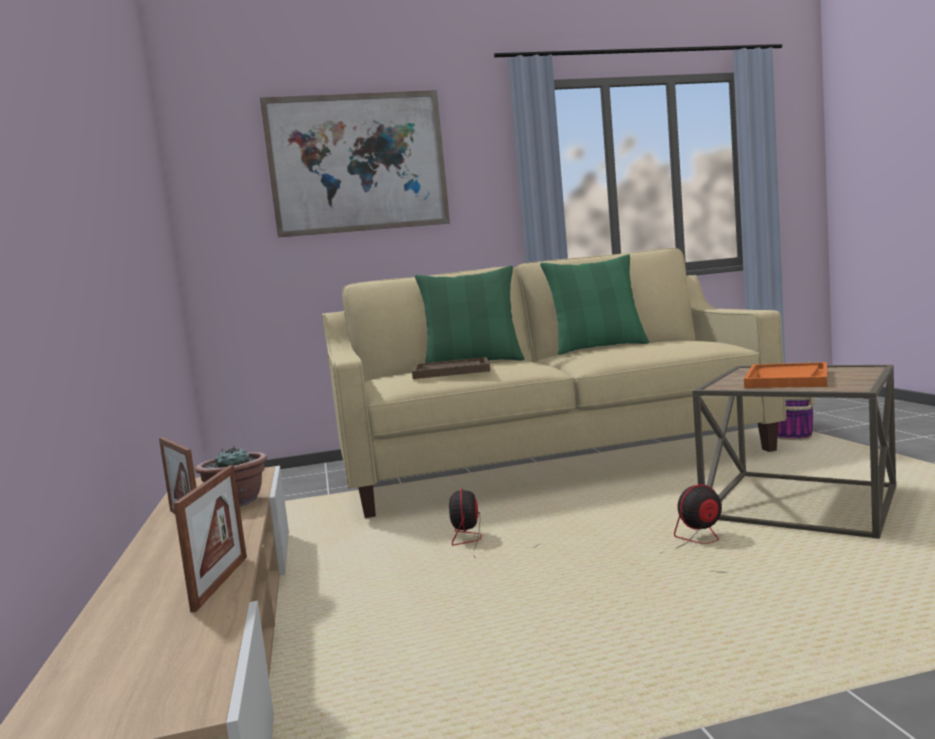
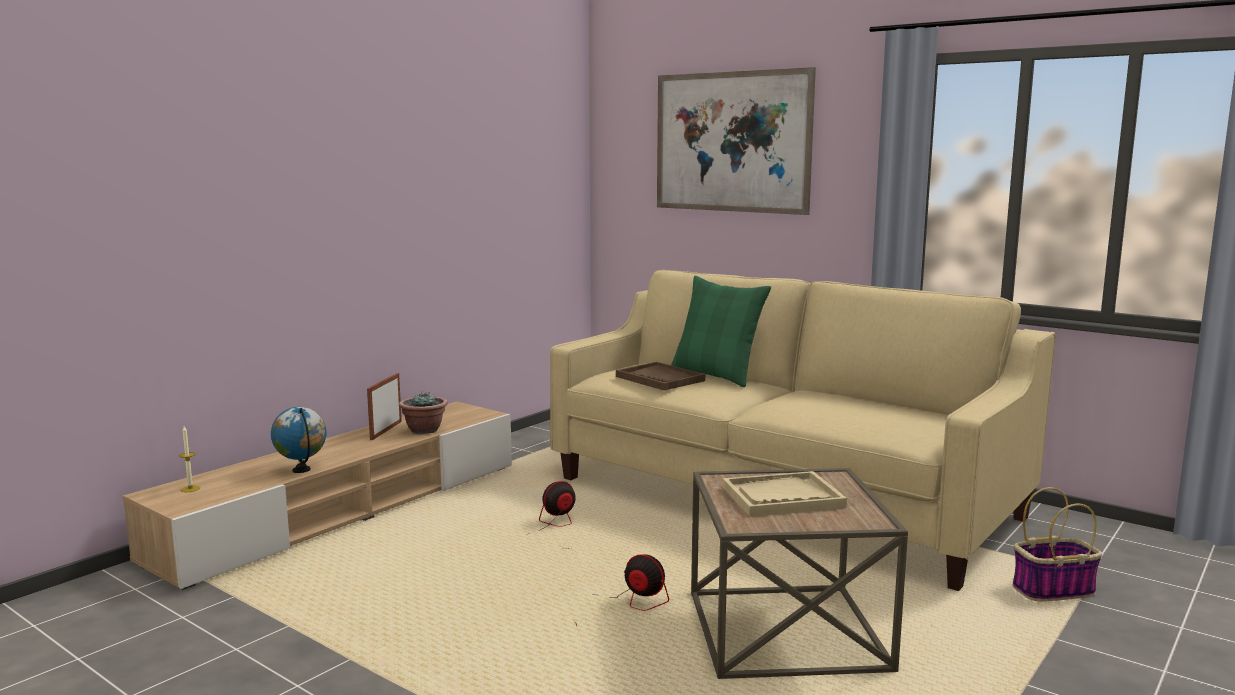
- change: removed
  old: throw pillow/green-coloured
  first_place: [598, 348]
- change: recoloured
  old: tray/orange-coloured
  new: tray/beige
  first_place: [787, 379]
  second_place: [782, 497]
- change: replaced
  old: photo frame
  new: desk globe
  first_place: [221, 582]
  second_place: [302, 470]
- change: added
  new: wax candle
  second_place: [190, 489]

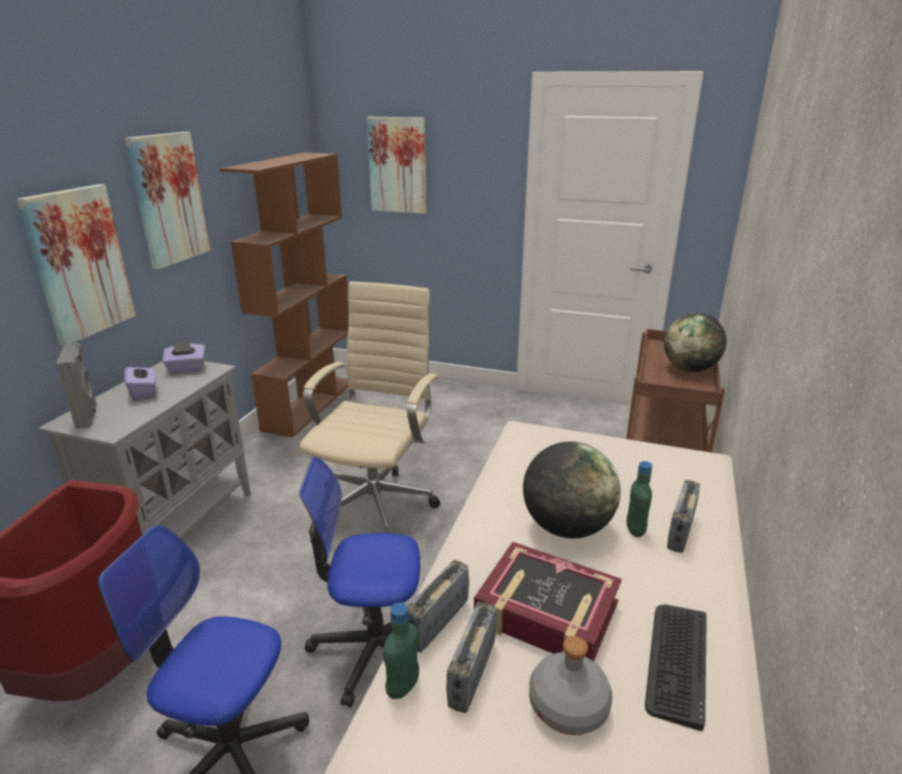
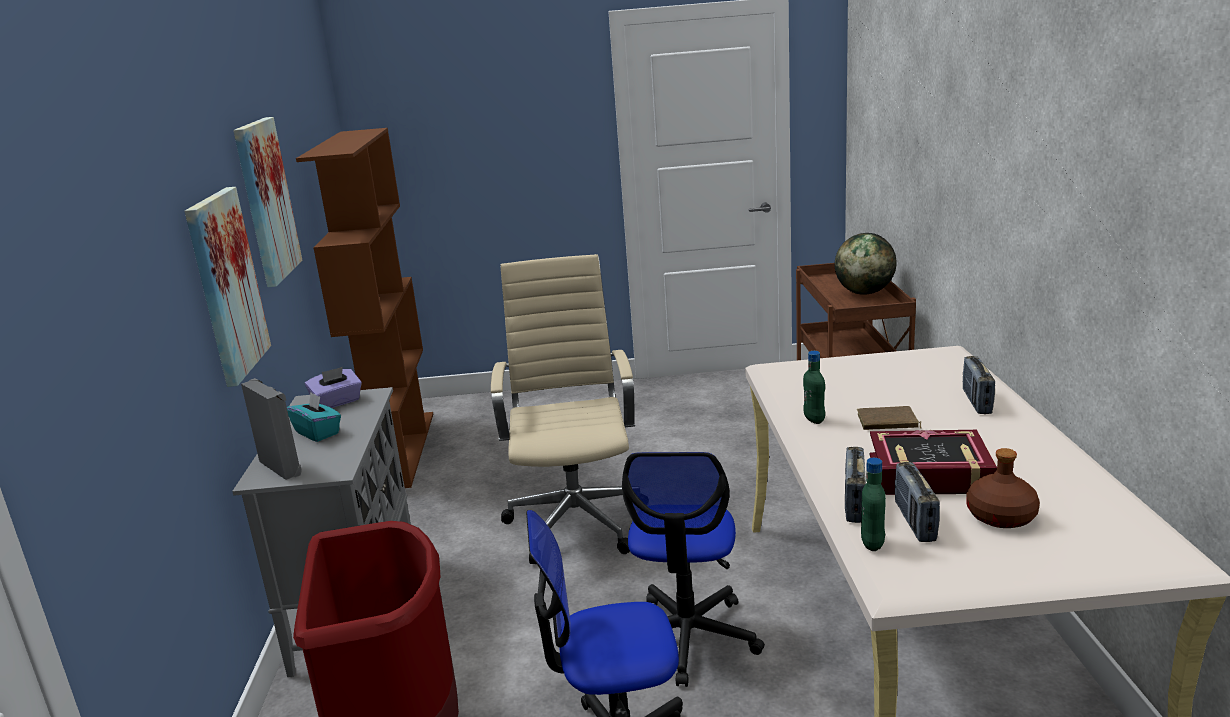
- change: removed
  old: wall art
  first_place: [398, 165]
- change: recoloured
  old: tissue holder/purplish
  new: tissue holder/blue-green
  first_place: [144, 392]
  second_place: [318, 432]
- change: replaced
  old: desk globe
  new: bound book/brown-coloured
  first_place: [566, 528]
  second_place: [887, 422]
- change: turned
  old: desk chair
  first_place: [373, 648]
  second_place: [687, 637]
  degrees: -60
- change: moved
  old: drink bottle/green-coloured
  first_place: [635, 530]
  second_place: [814, 419]
- change: removed
  old: keyboard
  first_place: [677, 662]
- change: recoloured
  old: drink bottle/grey
  new: drink bottle/brown-coloured
  first_place: [567, 707]
  second_place: [1001, 517]

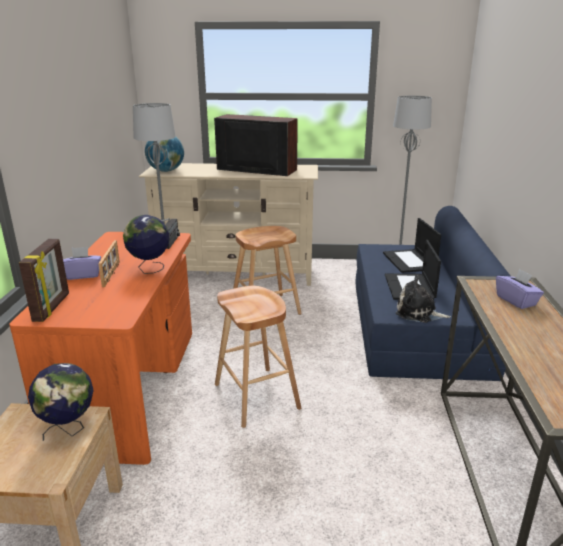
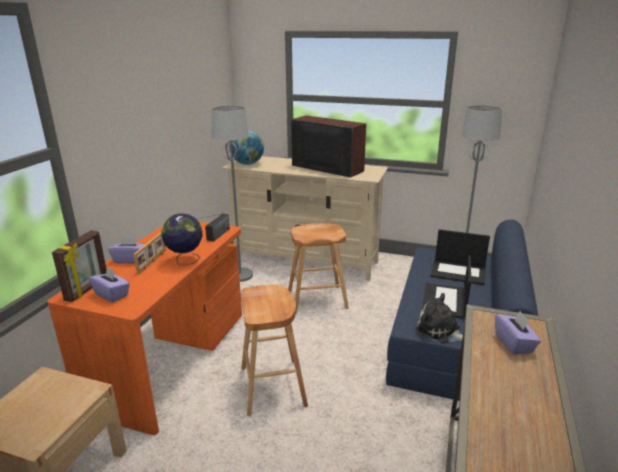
- change: turned
  old: portable computer
  first_place: [409, 261]
  second_place: [459, 272]
  degrees: -75
- change: removed
  old: desk globe
  first_place: [69, 430]
- change: added
  new: tissue holder/purplish
  second_place: [112, 295]

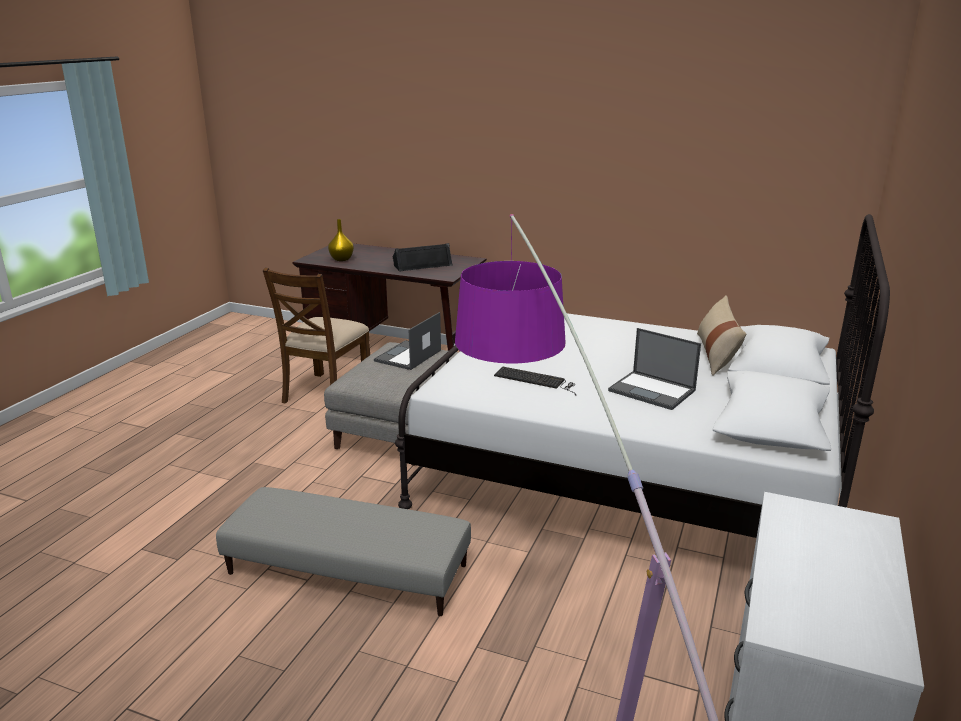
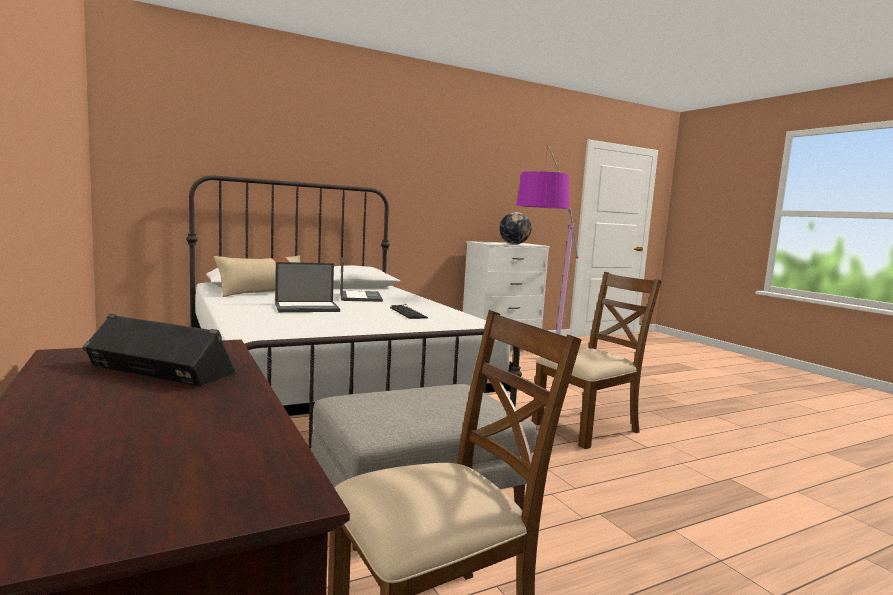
- change: removed
  old: vase/yellow-coloured
  first_place: [341, 259]
- change: moved
  old: portable computer
  first_place: [408, 356]
  second_place: [307, 307]
- change: replaced
  old: pouffe/grey
  new: plain chair/brown-coloured
  first_place: [347, 569]
  second_place: [587, 427]
- change: added
  new: desk globe
  second_place: [514, 244]

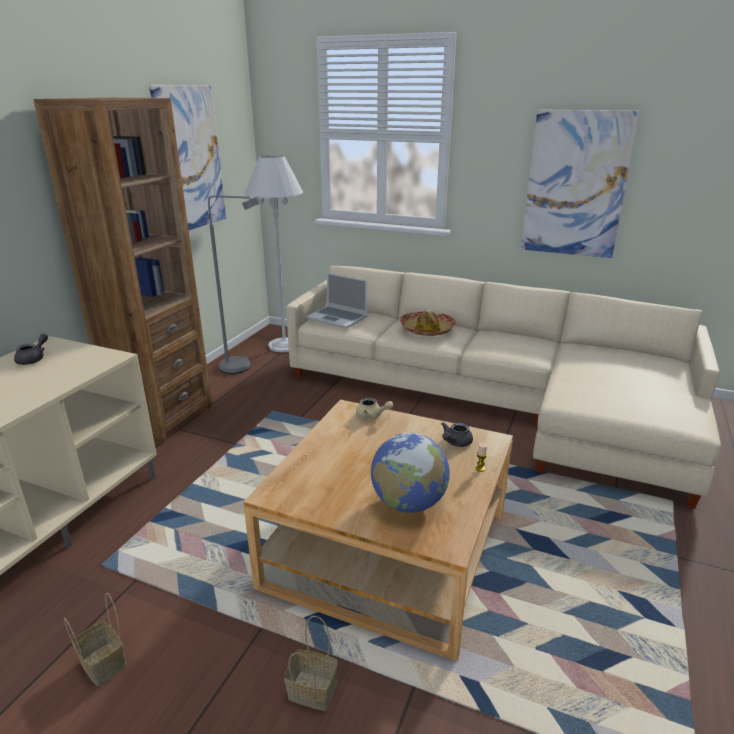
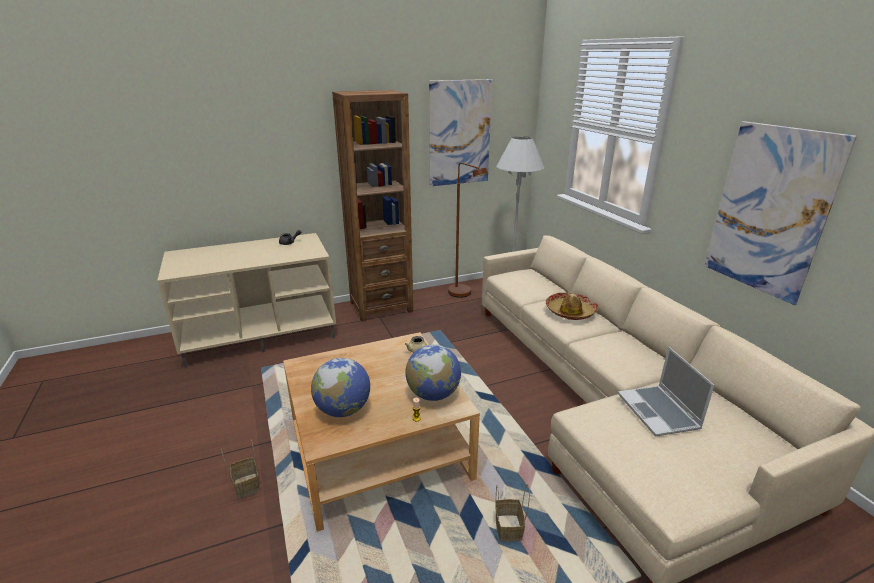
- change: recoloured
  old: floor lamp/grey
  new: floor lamp/brown-coloured
  first_place: [243, 368]
  second_place: [463, 295]
- change: moved
  old: portable computer
  first_place: [338, 318]
  second_place: [659, 412]
- change: replaced
  old: teapot/grey
  new: desk globe
  first_place: [455, 443]
  second_place: [433, 394]
- change: moved
  old: storage basket
  first_place: [105, 664]
  second_place: [509, 530]

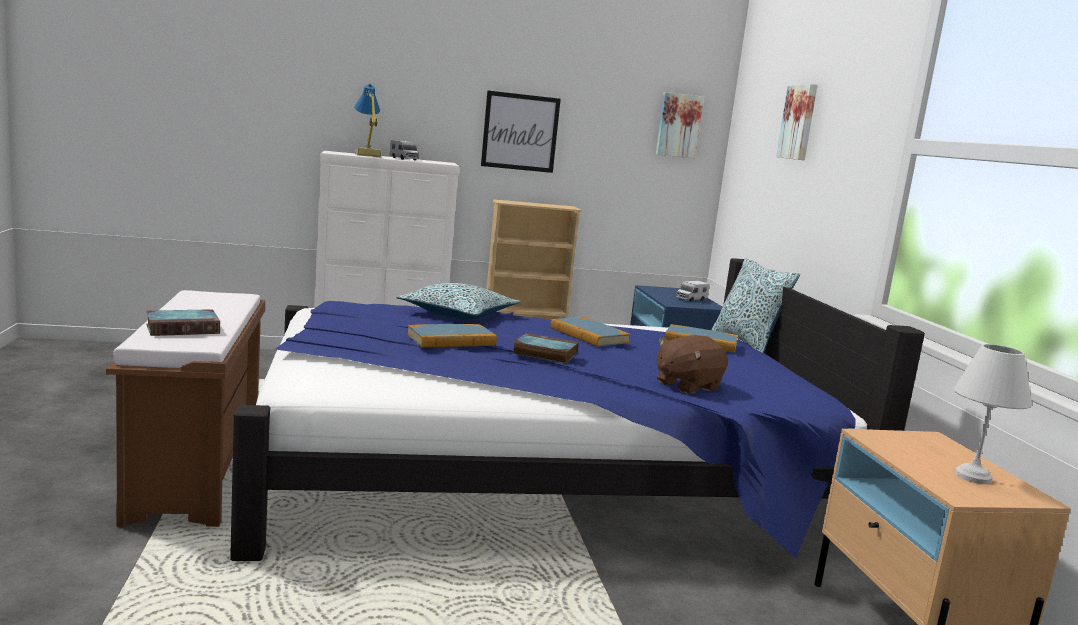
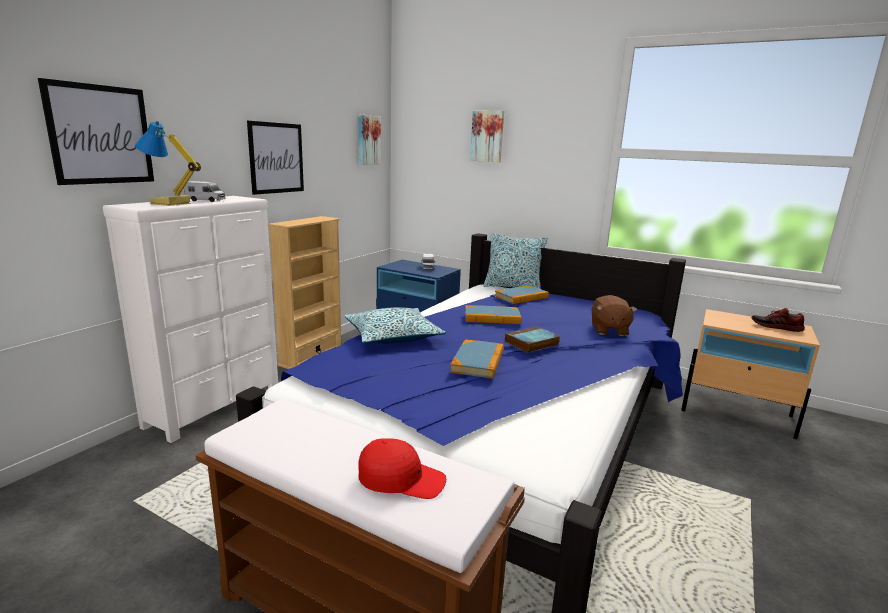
- change: replaced
  old: bound book
  new: baseball cap/reddish
  first_place: [184, 328]
  second_place: [401, 479]
- change: replaced
  old: lamp for a table/white
  new: item of footwear
  first_place: [972, 477]
  second_place: [776, 327]
- change: added
  new: wall art
  second_place: [101, 135]

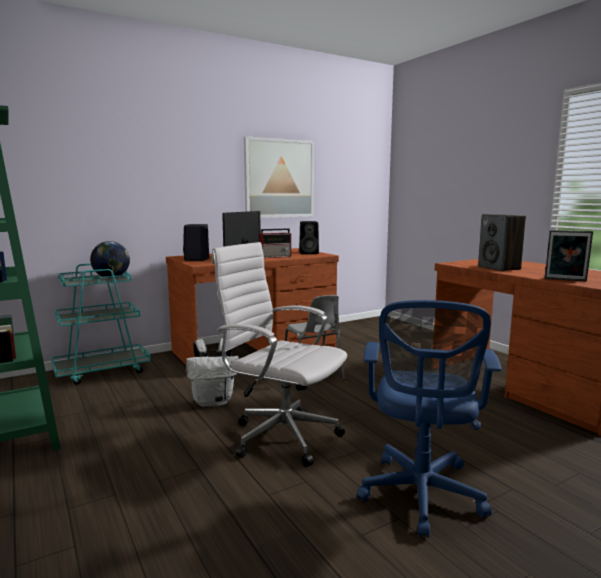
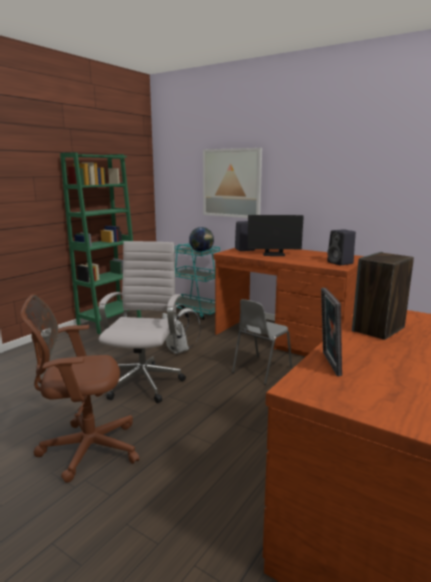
- change: moved
  old: wall art
  first_place: [279, 178]
  second_place: [231, 183]
- change: removed
  old: radio receiver
  first_place: [276, 256]
- change: recoloured
  old: desk chair/bluish
  new: desk chair/brown-coloured
  first_place: [421, 496]
  second_place: [85, 449]

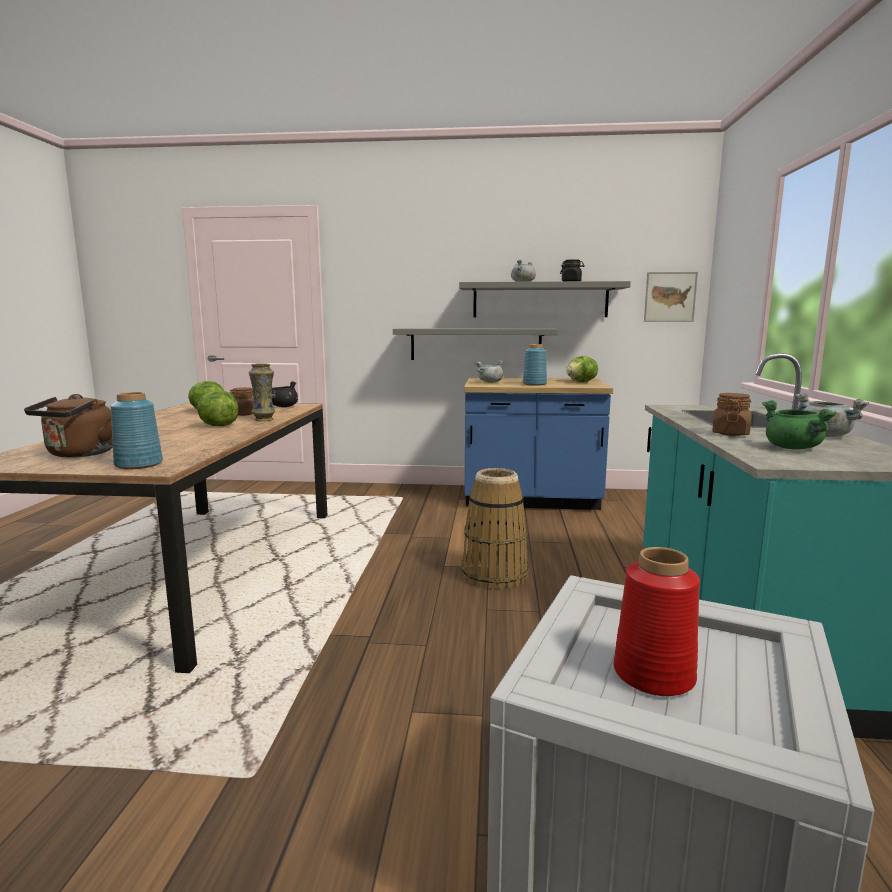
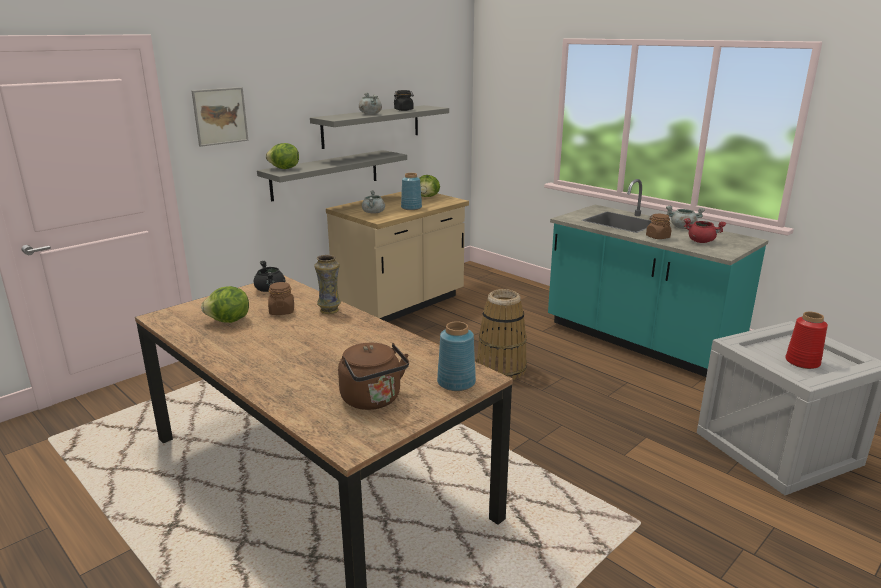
- change: moved
  old: wall art
  first_place: [670, 297]
  second_place: [220, 116]
- change: recoloured
  old: counter/bluish
  new: counter/beige
  first_place: [531, 500]
  second_place: [401, 304]
- change: moved
  old: lettuce
  first_place: [218, 426]
  second_place: [284, 169]
- change: recoloured
  old: saucepot/green-coloured
  new: saucepot/reddish
  first_place: [793, 448]
  second_place: [701, 241]

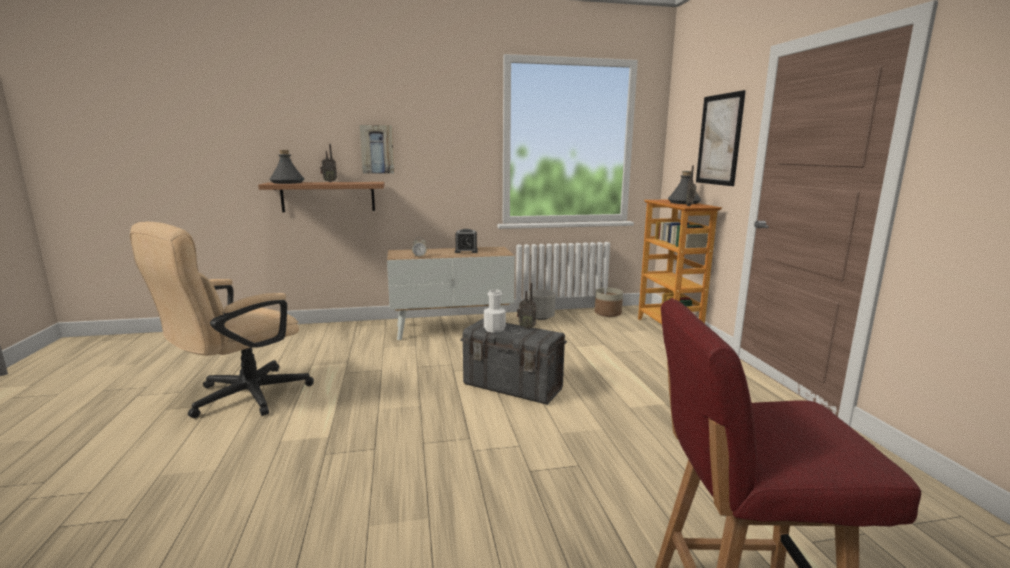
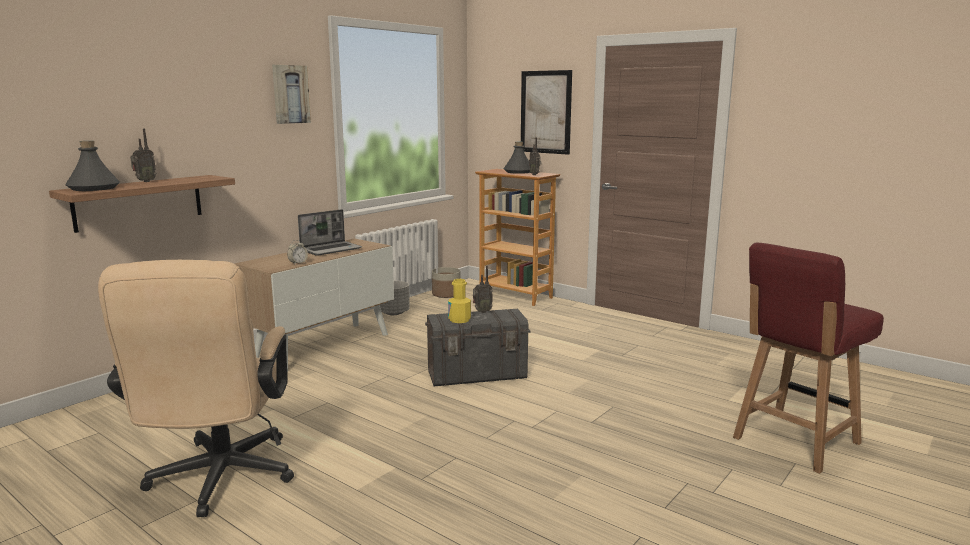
- change: moved
  old: wall art
  first_place: [377, 149]
  second_place: [290, 94]
- change: replaced
  old: bedside clock
  new: portable computer
  first_place: [466, 251]
  second_place: [331, 249]
- change: recoloured
  old: drink bottle/white
  new: drink bottle/yellow-coloured
  first_place: [494, 329]
  second_place: [459, 320]

